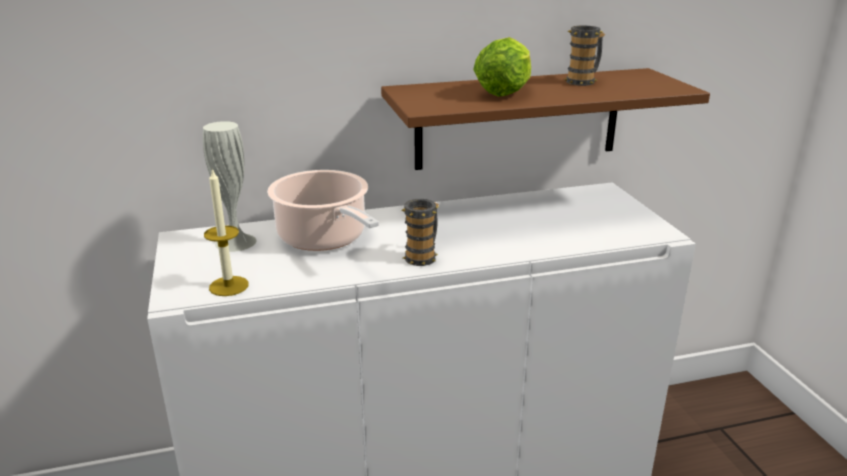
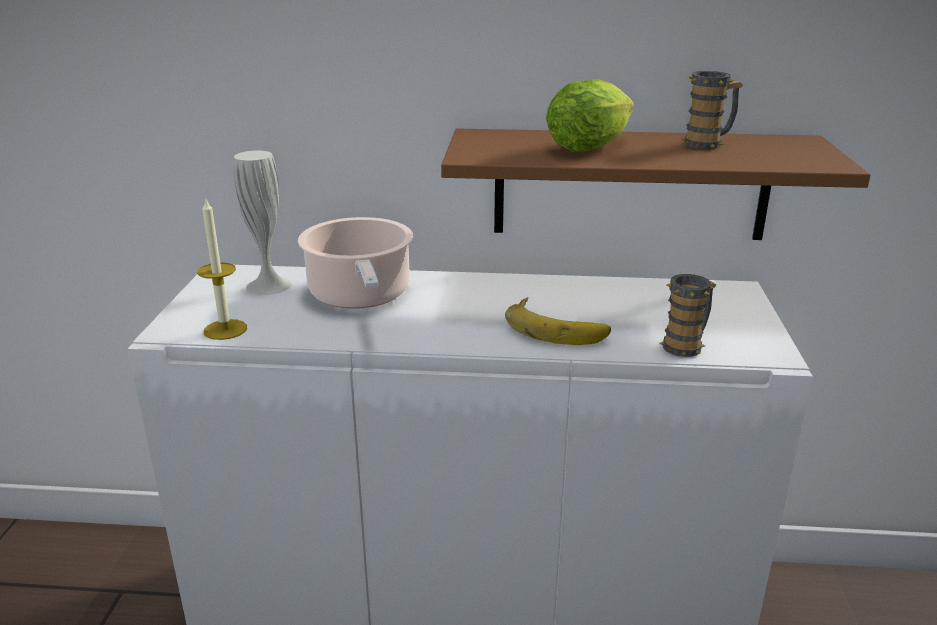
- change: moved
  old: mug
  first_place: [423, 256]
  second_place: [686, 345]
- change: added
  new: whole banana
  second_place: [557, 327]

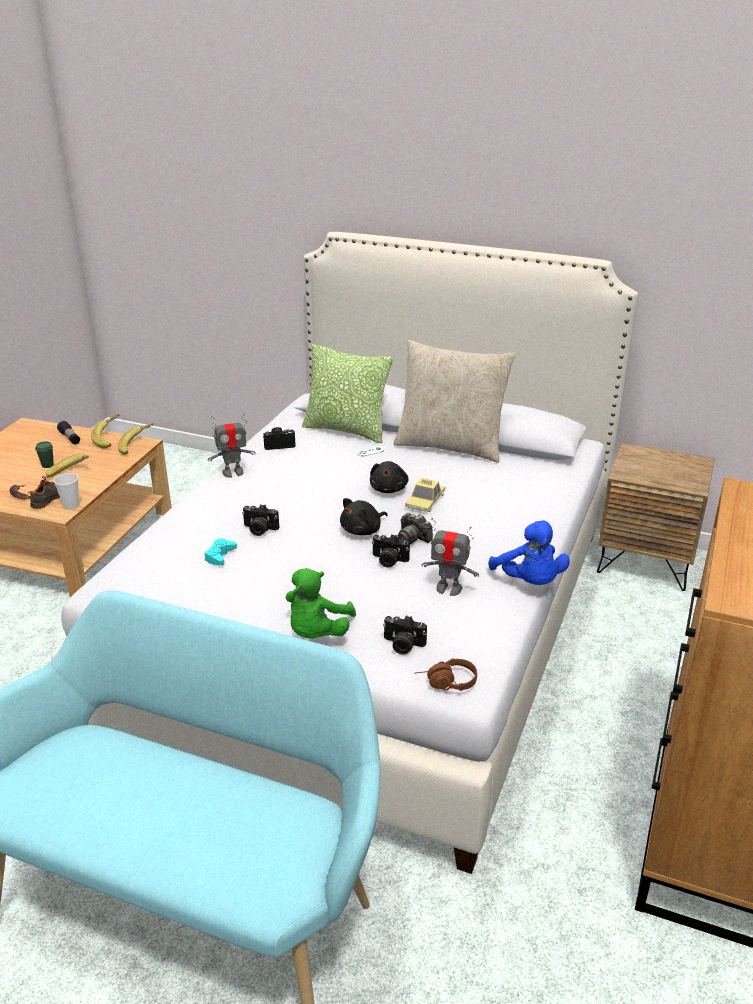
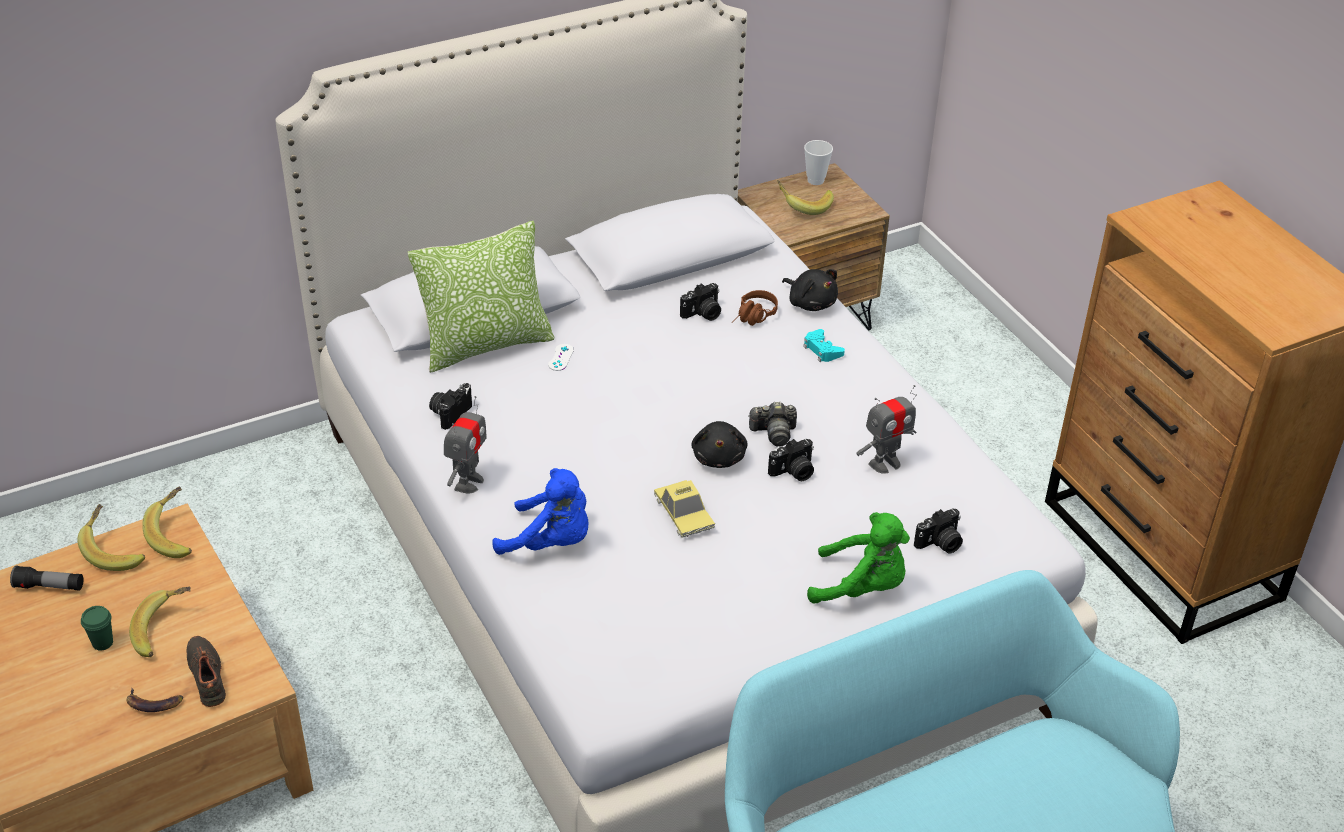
- change: removed
  old: throw pillow/beige
  first_place: [450, 446]
- change: moved
  old: cuddly toy/blackish
  first_place: [389, 489]
  second_place: [810, 302]
- change: moved
  old: small cup
  first_place: [71, 506]
  second_place: [815, 180]
- change: moved
  old: model car
  first_place: [425, 501]
  second_place: [683, 514]
- change: moved
  old: still camera
  first_place: [259, 529]
  second_place: [703, 314]
- change: moved
  old: cuddly toy/bluish
  first_place: [529, 582]
  second_place: [551, 542]
- change: moved
  old: joypad/blue-green
  first_place: [220, 556]
  second_place: [822, 350]
- change: turned
  old: cuddly toy/green-coloured
  first_place: [317, 633]
  second_place: [862, 587]
  degrees: -45
- change: moved
  old: pair of headphones/brown-coloured
  first_place: [445, 683]
  second_place: [753, 318]
- change: added
  new: whole banana
  second_place: [803, 205]

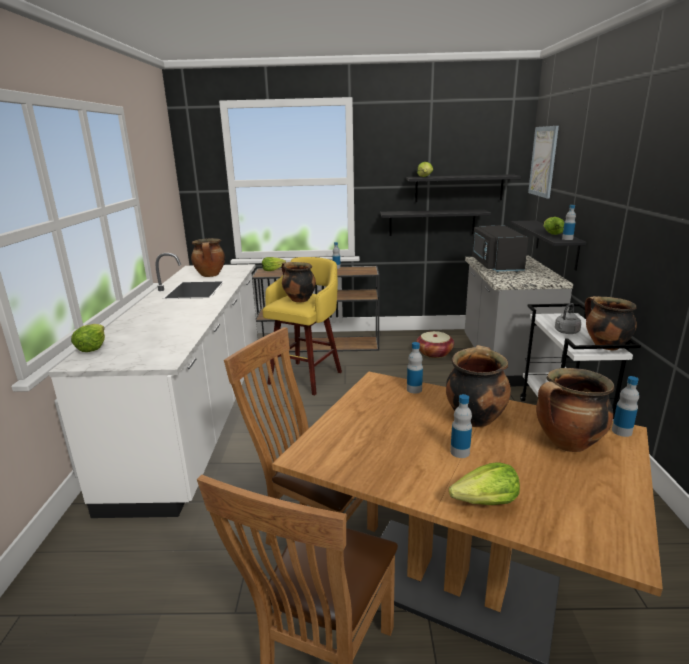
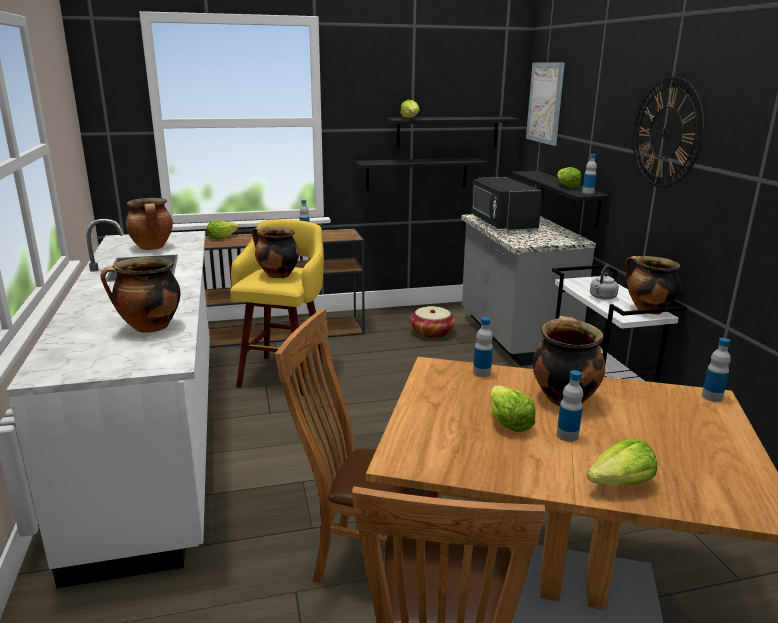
- change: moved
  old: lettuce
  first_place: [92, 347]
  second_place: [507, 422]
- change: moved
  old: saucepot
  first_place: [567, 444]
  second_place: [149, 328]
- change: added
  new: hanging clock
  second_place: [666, 133]

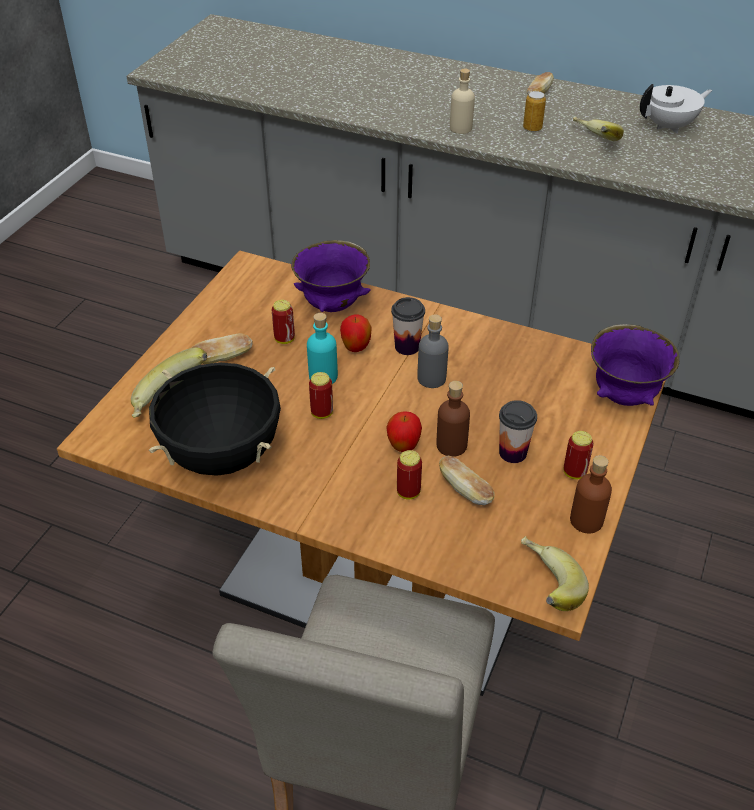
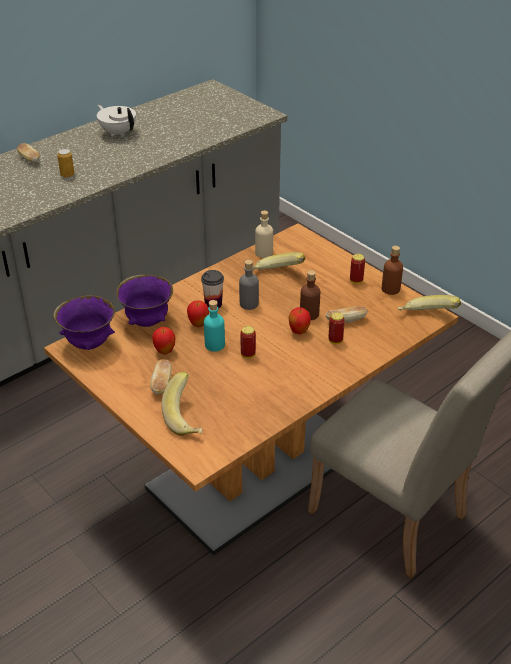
- change: moved
  old: drink bottle/beige
  first_place: [461, 128]
  second_place: [264, 253]
- change: turned
  old: teapot/white
  first_place: [669, 126]
  second_place: [118, 132]
  degrees: -45
- change: moved
  old: whole banana
  first_place: [592, 143]
  second_place: [276, 275]
- change: replaced
  old: can
  new: apple fruit
  first_place: [284, 339]
  second_place: [164, 351]
- change: moved
  old: deep dish/purplish
  first_place: [624, 396]
  second_place: [89, 344]
- change: removed
  old: saucepot/blackish
  first_place: [221, 455]
- change: removed
  old: small cup
  first_place: [512, 453]

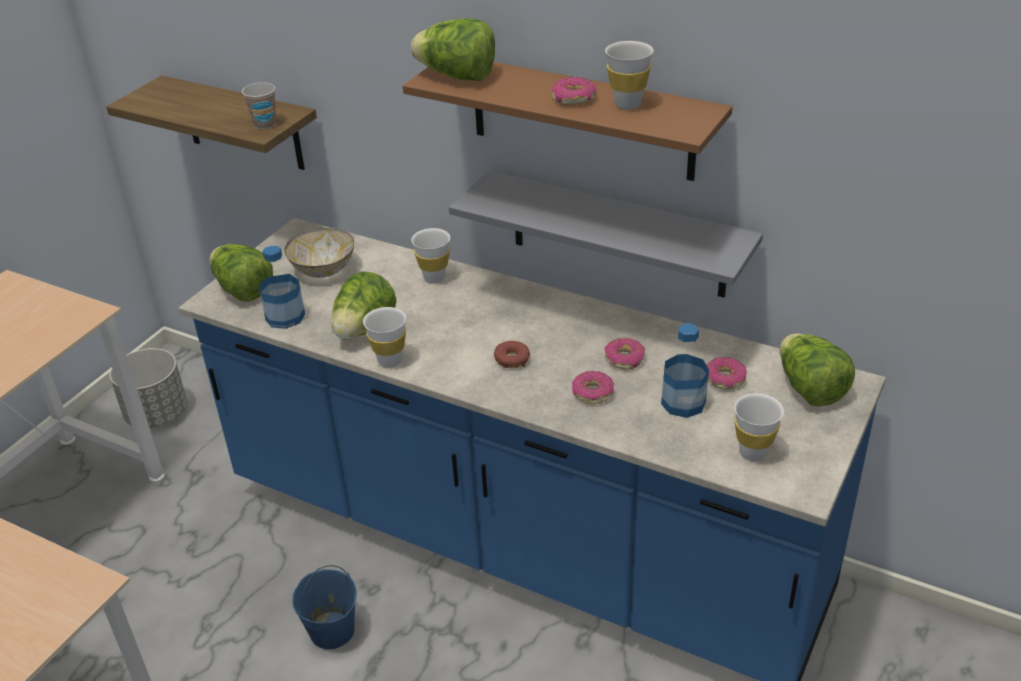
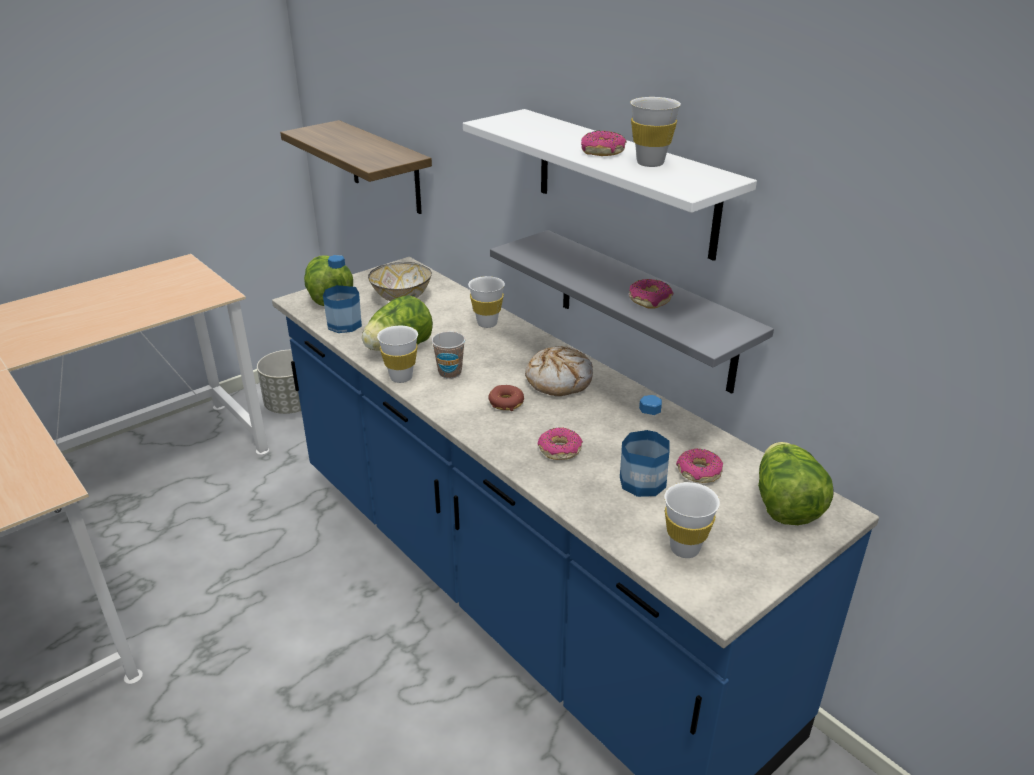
- change: removed
  old: lettuce
  first_place: [457, 77]
- change: recoloured
  old: bracket shelf/brown-coloured
  new: bracket shelf/white
  first_place: [581, 117]
  second_place: [624, 182]
- change: moved
  old: small cup
  first_place: [265, 124]
  second_place: [450, 373]
- change: moved
  old: ring doughnut
  first_place: [624, 359]
  second_place: [650, 300]
- change: removed
  old: water bucket/bluish
  first_place: [331, 631]
- change: added
  new: bakery bread
  second_place: [559, 380]

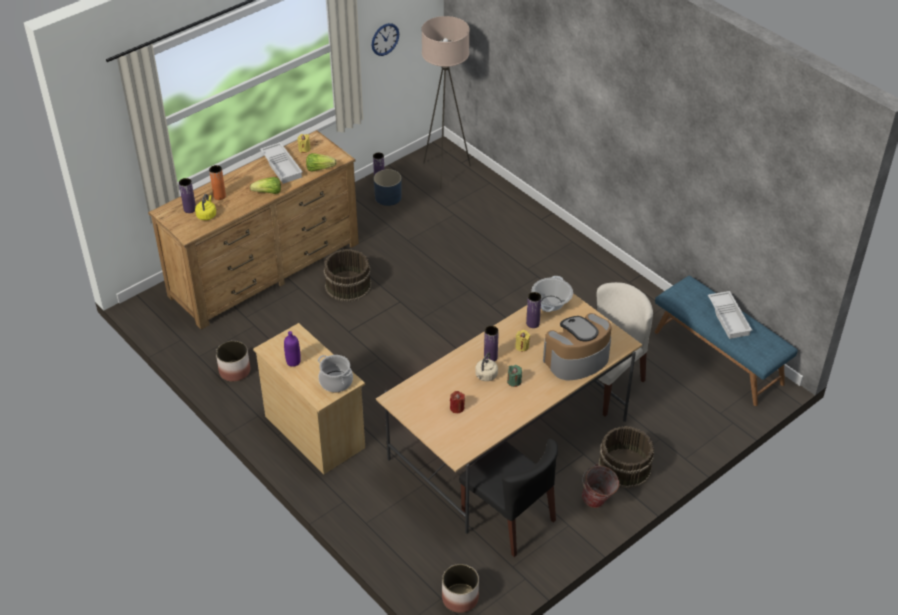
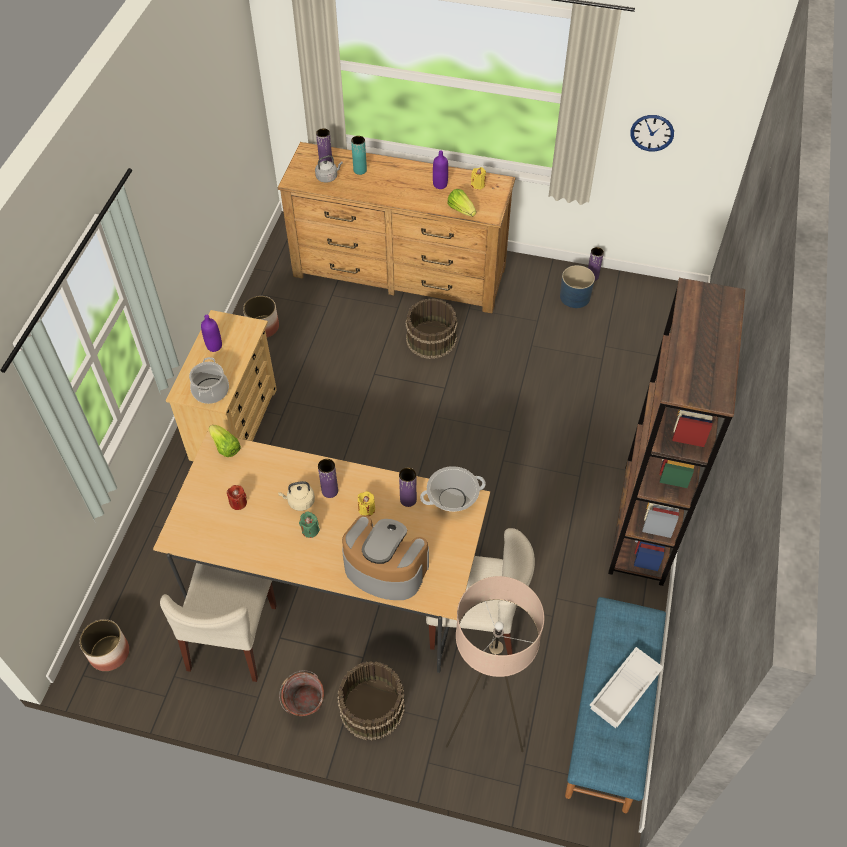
- change: moved
  old: floor lamp/beige
  first_place: [445, 172]
  second_place: [484, 728]
- change: replaced
  old: tray/white
  new: drink bottle/purplish
  first_place: [282, 166]
  second_place: [440, 184]
- change: recoloured
  old: vase/orange-coloured
  new: vase/blue-green
  first_place: [219, 196]
  second_place: [360, 170]
- change: moved
  old: lettuce
  first_place: [268, 193]
  second_place: [225, 447]
- change: recoloured
  old: tea kettle/yellow-coloured
  new: tea kettle/grey
  first_place: [206, 215]
  second_place: [328, 177]
- change: recoloured
  old: plain chair/blackish
  new: plain chair/beige
  first_place: [509, 518]
  second_place: [233, 638]
- change: added
  new: bookcase/brown-coloured
  second_place: [643, 524]

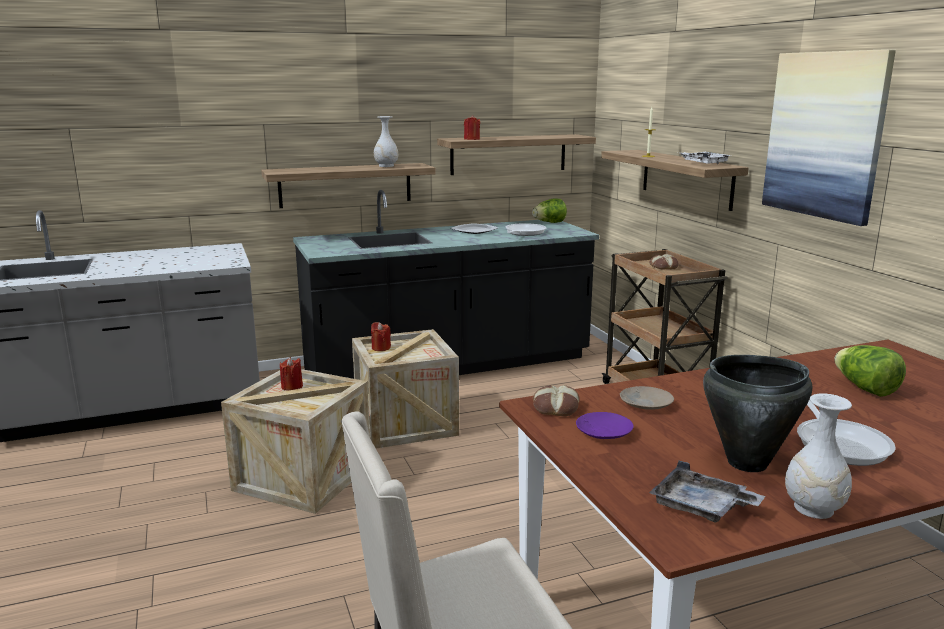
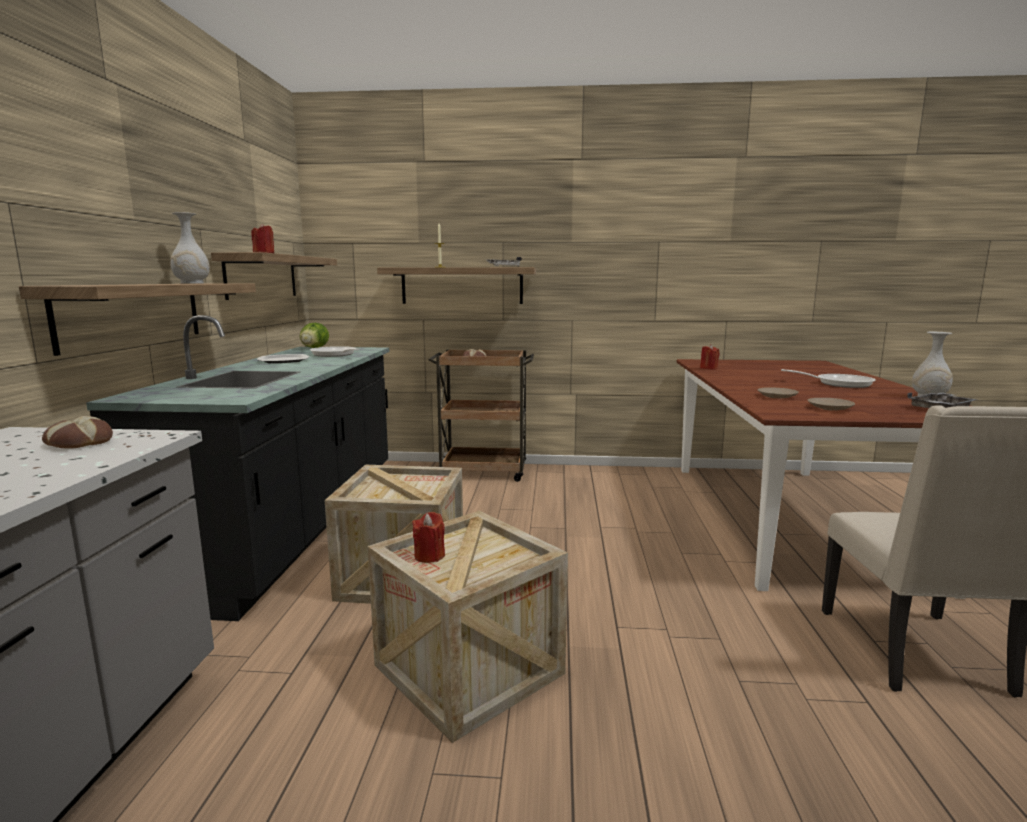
- change: removed
  old: wall art
  first_place: [825, 135]
- change: moved
  old: wax candle/reddish
  first_place: [381, 348]
  second_place: [708, 368]
- change: removed
  old: lettuce
  first_place: [865, 389]
- change: removed
  old: saucepot/blackish
  first_place: [748, 463]
- change: moved
  old: bakery bread
  first_place: [555, 407]
  second_place: [79, 442]
- change: recoloured
  old: flat dish/purplish
  new: flat dish/beige
  first_place: [603, 432]
  second_place: [830, 408]

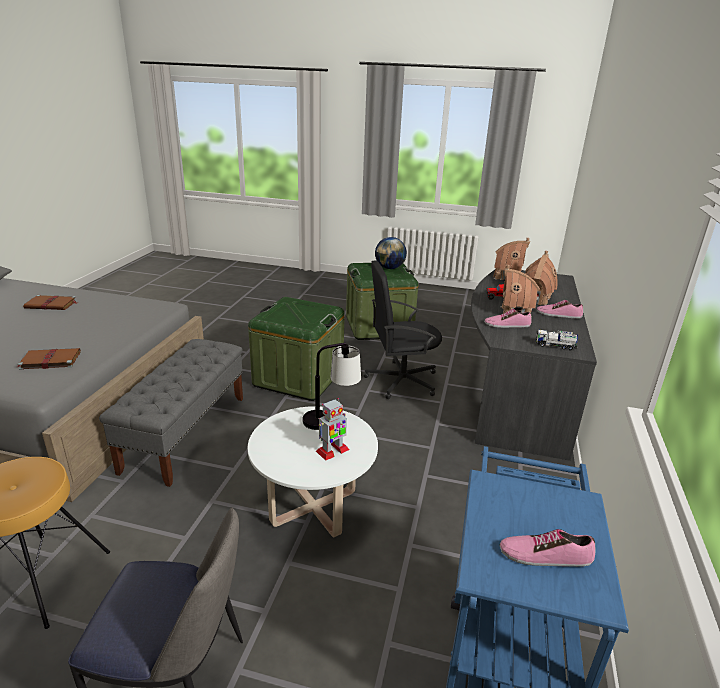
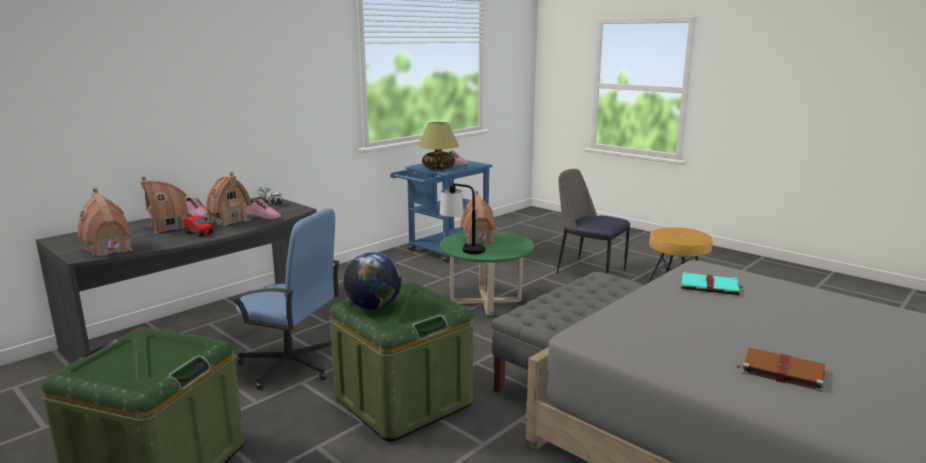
- change: moved
  old: desk globe
  first_place: [389, 268]
  second_place: [373, 307]
- change: recoloured
  old: desk chair/blackish
  new: desk chair/bluish
  first_place: [400, 380]
  second_place: [291, 365]
- change: recoloured
  old: bound book/brown-coloured
  new: bound book/blue-green
  first_place: [49, 360]
  second_place: [710, 286]
- change: replaced
  old: model robot
  new: miniature house
  first_place: [332, 451]
  second_place: [478, 238]
- change: recoloured
  old: low table/white
  new: low table/green-coloured
  first_place: [313, 507]
  second_place: [486, 301]
- change: added
  new: lamp for a table
  second_place: [439, 168]

